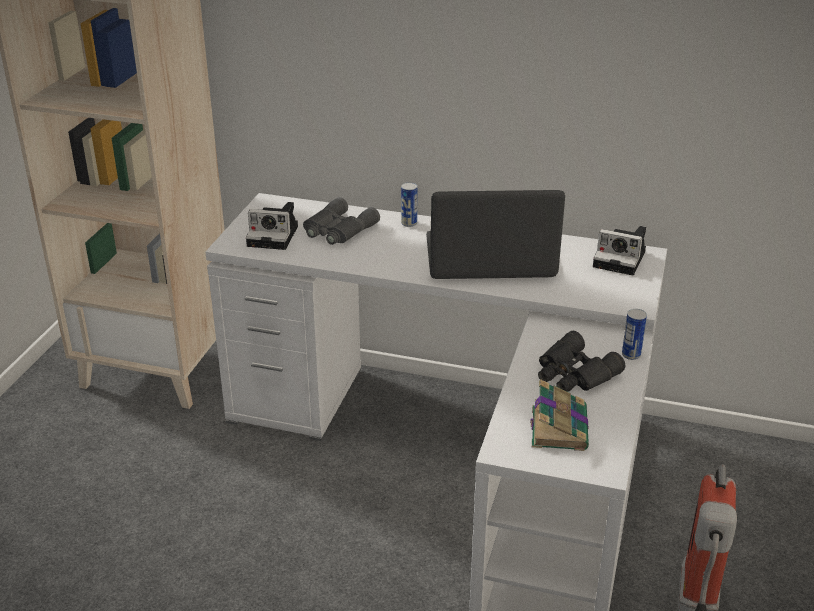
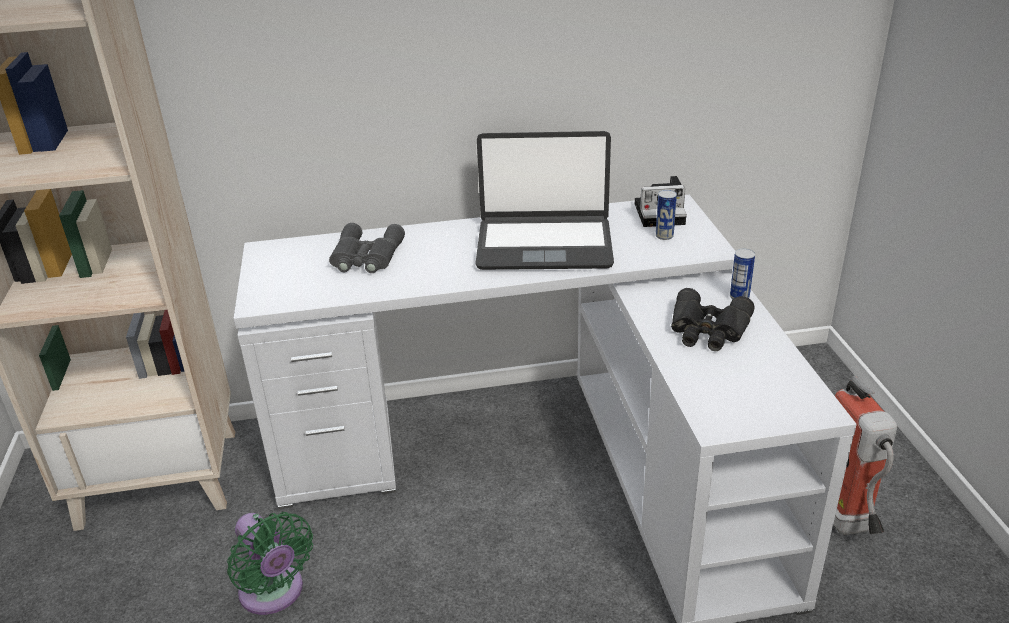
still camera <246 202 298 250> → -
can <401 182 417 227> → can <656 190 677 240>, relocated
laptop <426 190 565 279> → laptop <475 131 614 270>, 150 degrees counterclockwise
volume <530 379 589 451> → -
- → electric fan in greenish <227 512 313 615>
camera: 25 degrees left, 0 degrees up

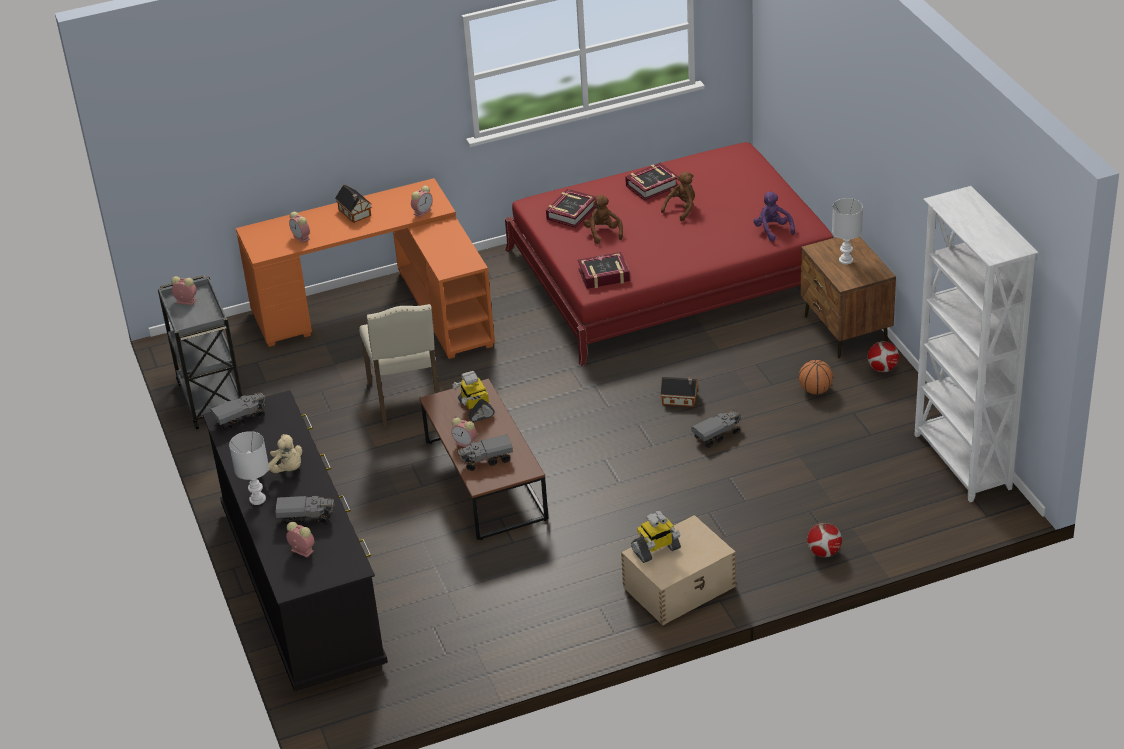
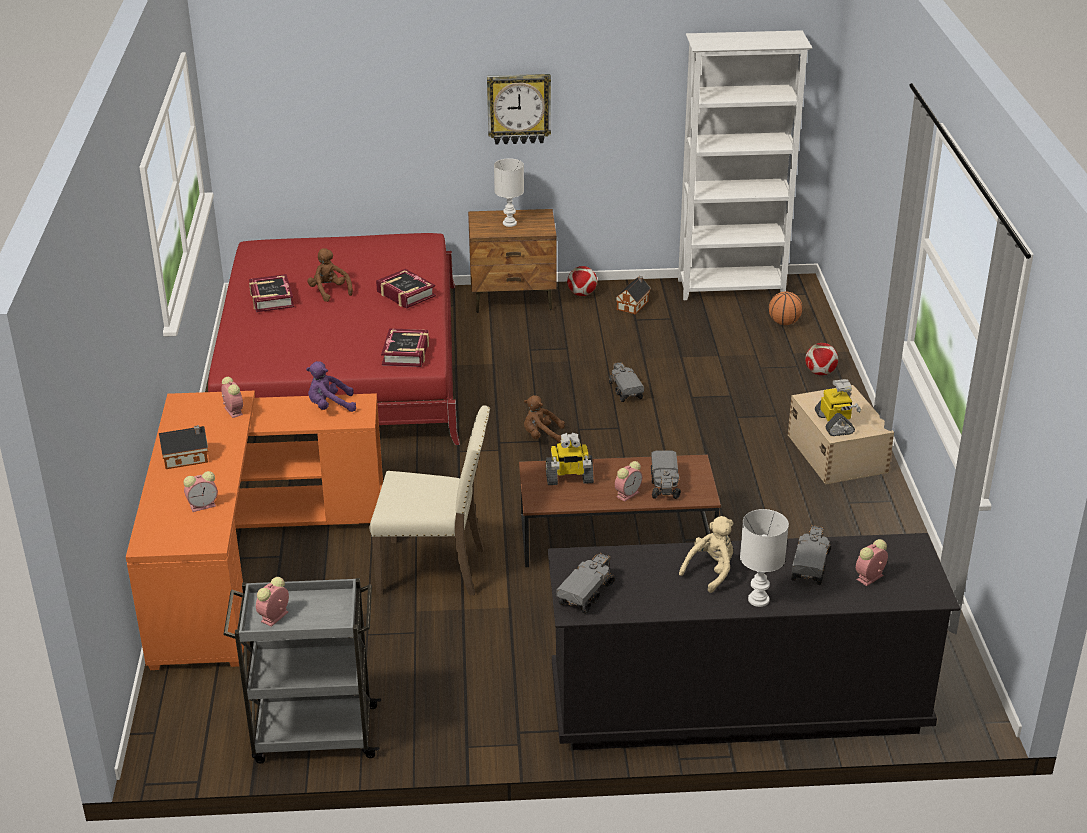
toy lorry <210 391 266 432> → toy lorry <556 552 615 614>, 45 degrees clockwise
volume <546 189 596 228> → volume <376 269 436 309>, relocated
plush toy in brown <583 195 623 244> → plush toy in brown <524 395 565 443>, relocated
toy house <661 377 698 407> → toy house <615 276 651 315>, relocated
plush toy in purple <754 192 795 242> → plush toy in purple <306 361 356 412>, relocated
basketball <799 360 833 394> → basketball <769 291 802 325>, relocated
- → clock on the wall <487 74 551 144>
camera: 75 degrees left, 5 degrees down

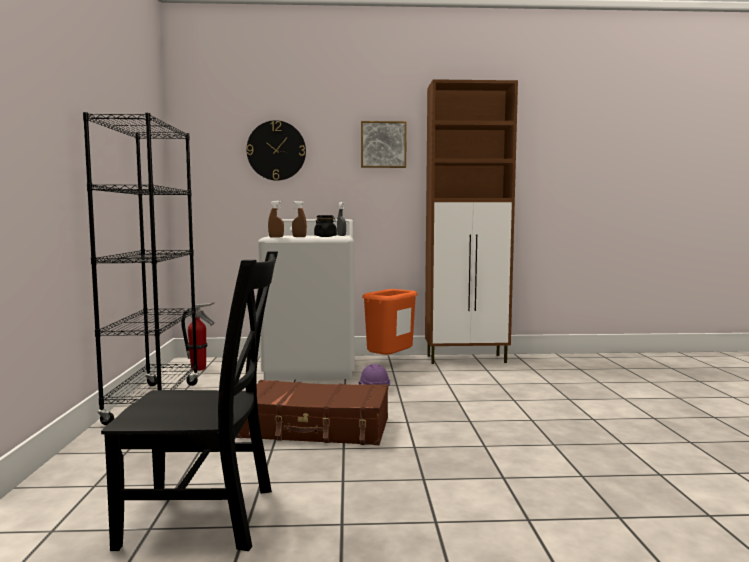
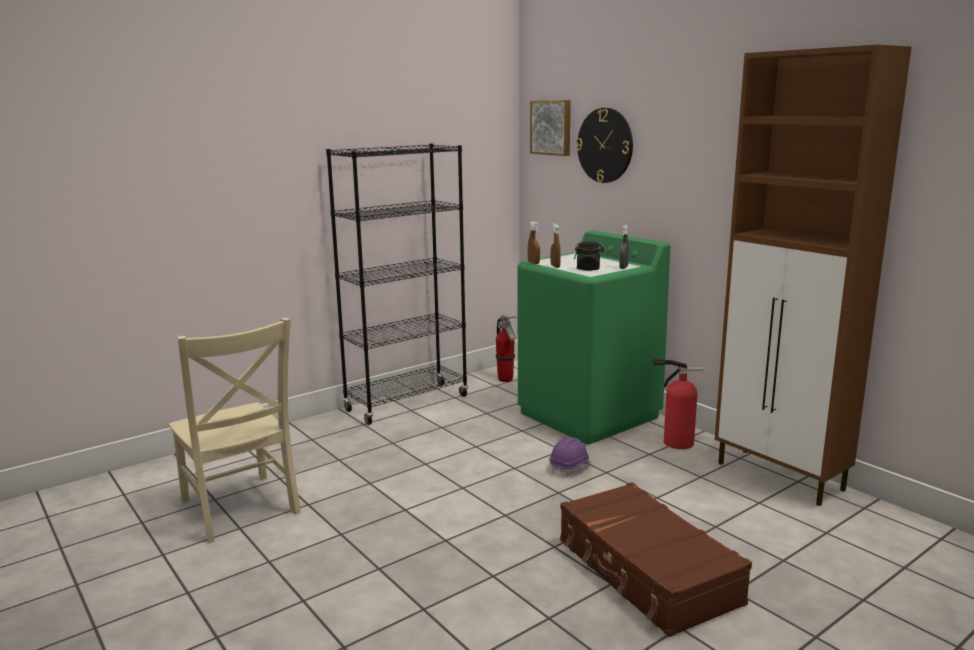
upright chair in black <101 251 278 551> → upright chair in beige-coloured <169 317 301 543>
piece of luggage in brown <236 380 388 445> → piece of luggage in brown <560 482 752 637>, relocated
washing machine in white <258 219 355 380> → washing machine in greenish <518 230 670 445>
wall art <361 121 407 168> → wall art <530 100 571 156>, relocated
waste bin in orange <362 289 418 355> → fire-fighting cylinder <652 359 703 449>
camera: 55 degrees right, 10 degrees up

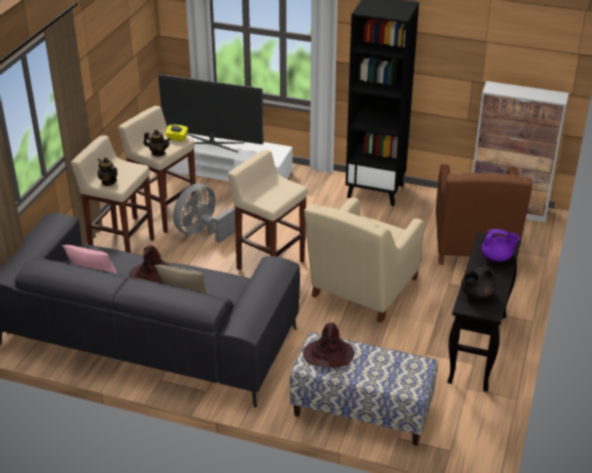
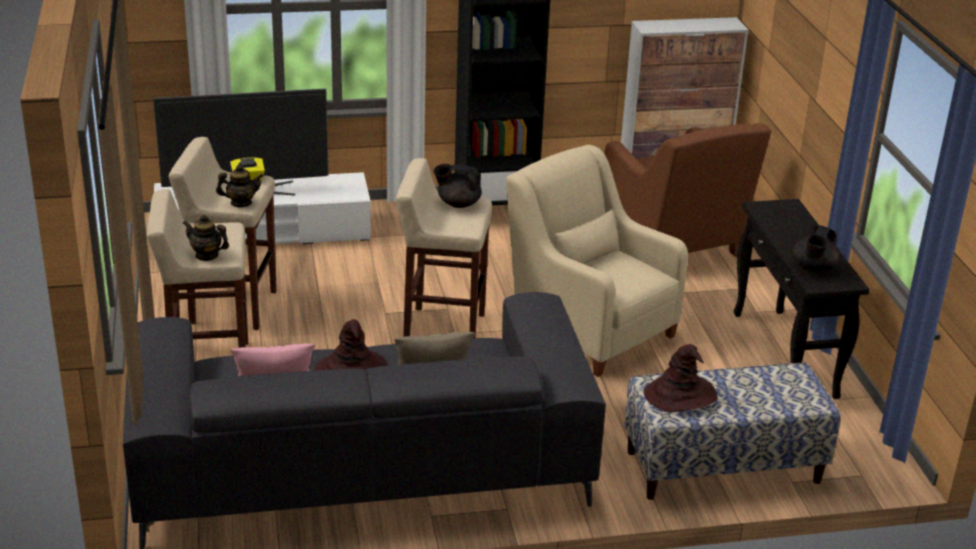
electric fan in gray <173 184 235 243> → -
armchair in beige-coloured <304 197 424 323> → armchair in beige-coloured <506 145 688 377>, 135 degrees clockwise
pot for tea in purple <481 229 520 262> → -
- → pot for tea in black <434 164 482 208>
camera: 30 degrees left, 5 degrees down

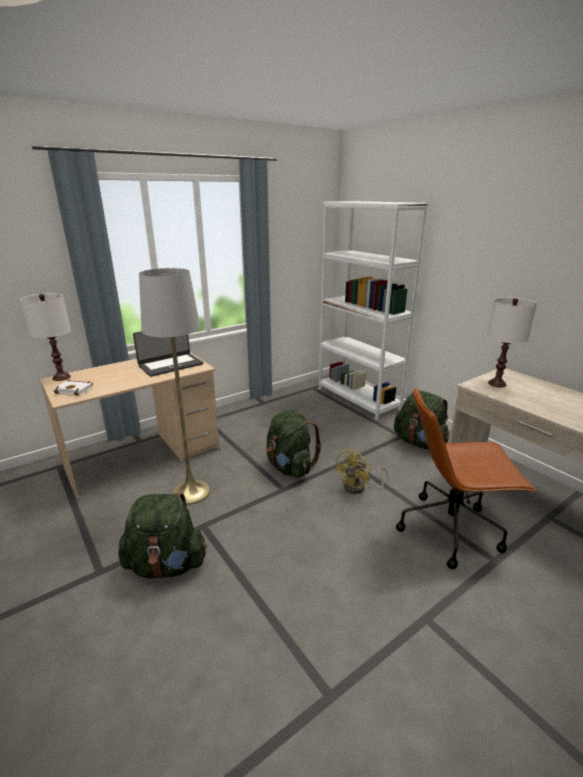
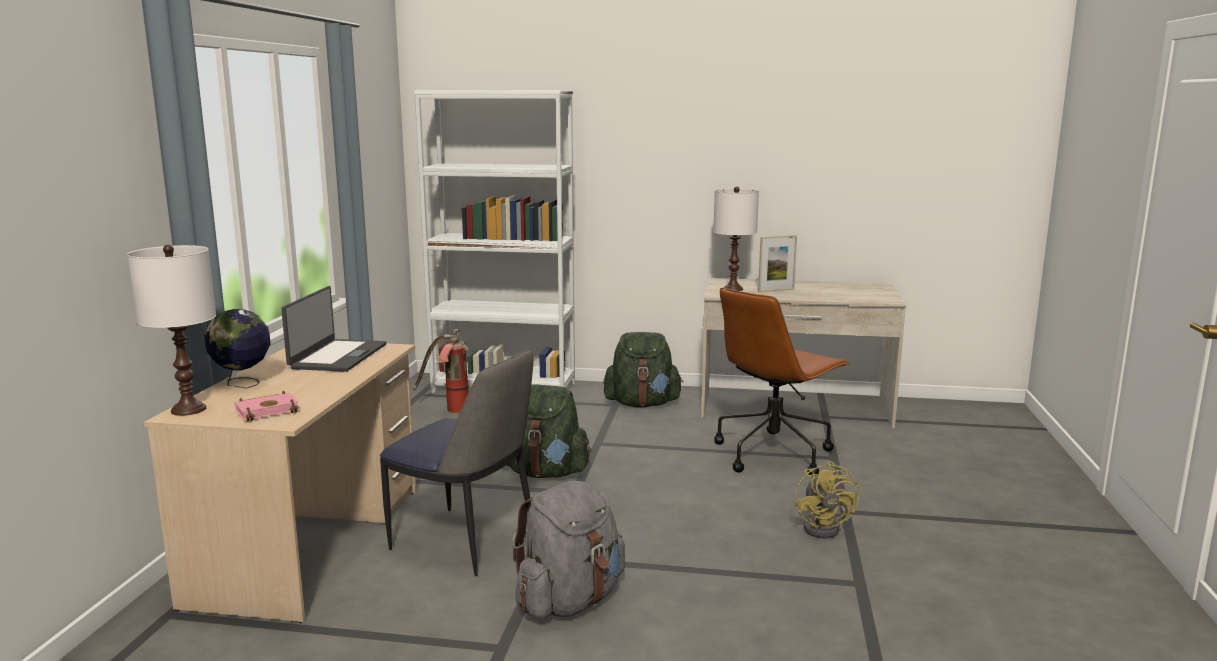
volume in white <54 380 93 396> → volume in pinkish <235 391 299 421>
rucksack in greenish <118 493 207 579> → rucksack in gray <512 481 625 619>
floor lamp in gray <139 268 210 505> → upright chair <380 348 534 576>
electric fan in yellowish <334 449 389 494> → electric fan in yellowish <795 461 859 538>, relocated
- → globe <204 309 271 389>
- → fire-fighting cylinder <413 329 469 413>
- → standing frame <758 235 797 292>
camera: 45 degrees left, 10 degrees down

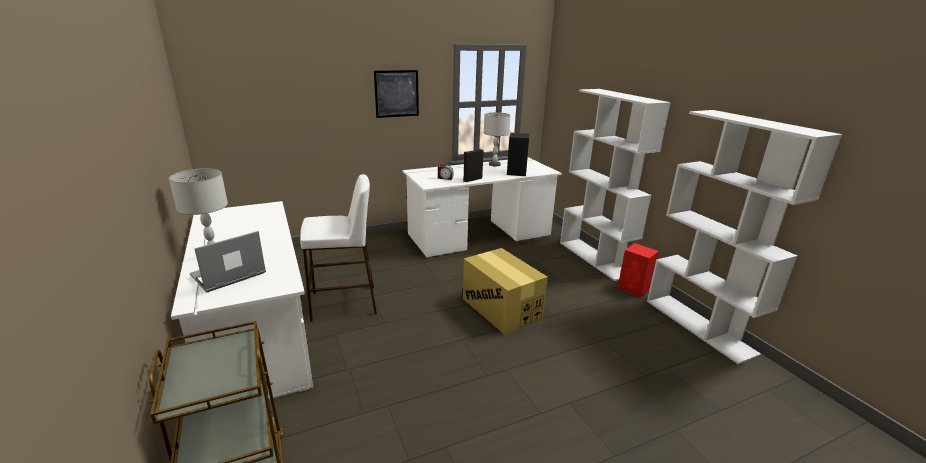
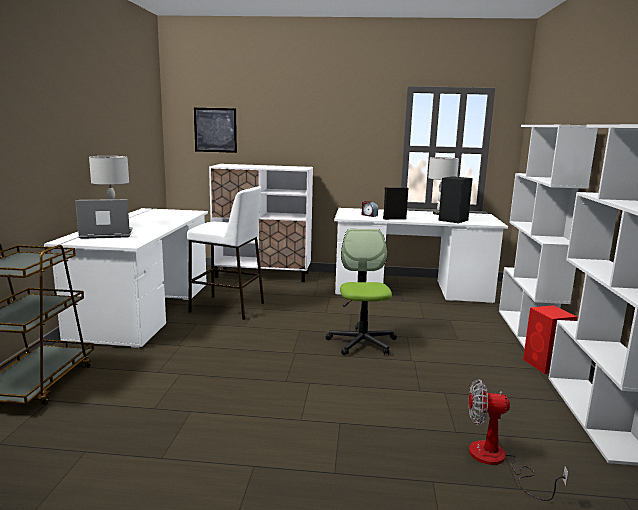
wall art <374 70 419 118> → wall art <194 108 237 153>, relocated
packing box <463 248 548 335> → computer chair <326 229 397 355>
- → storage cabinet in white <209 164 313 282>
- → electric fan <469 379 568 501>
camera: 30 degrees right, 10 degrees down

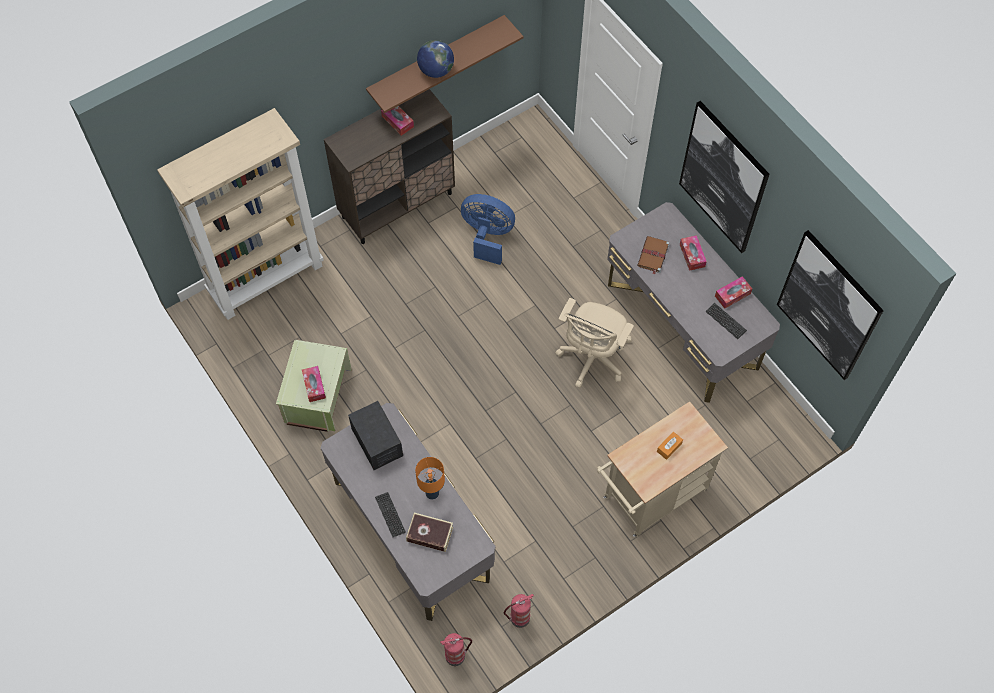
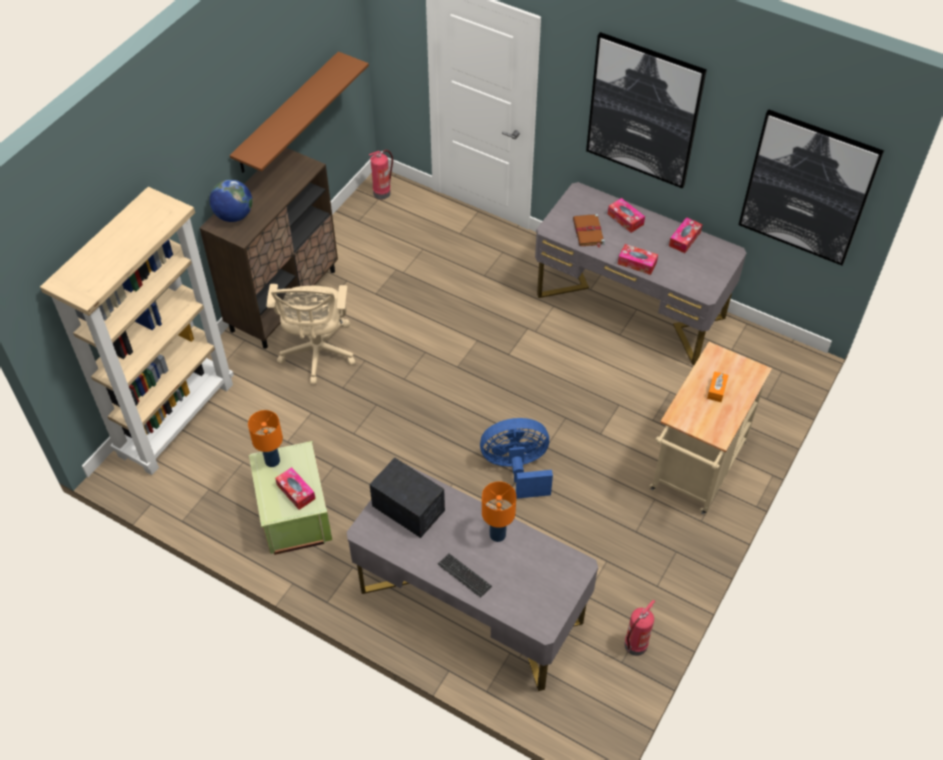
box of tissues <381 106 414 136> → box of tissues <618 244 658 275>, relocated
volume <406 513 453 552> → -
globe <417 40 454 78> → globe <210 180 252 222>, relocated
fire-fighting cylinder <440 633 472 666> → fire-fighting cylinder <369 150 393 199>, relocated
electric fan in bluish <461 194 515 265> → electric fan in bluish <480 418 553 499>, relocated
computer chair in beige-coloured <556 298 634 388> → computer chair in beige-coloured <267 284 356 384>, relocated
PC keyboard <705 303 747 339> → -
- → table lamp in orange <248 410 283 467>
camera: 25 degrees left, 10 degrees down

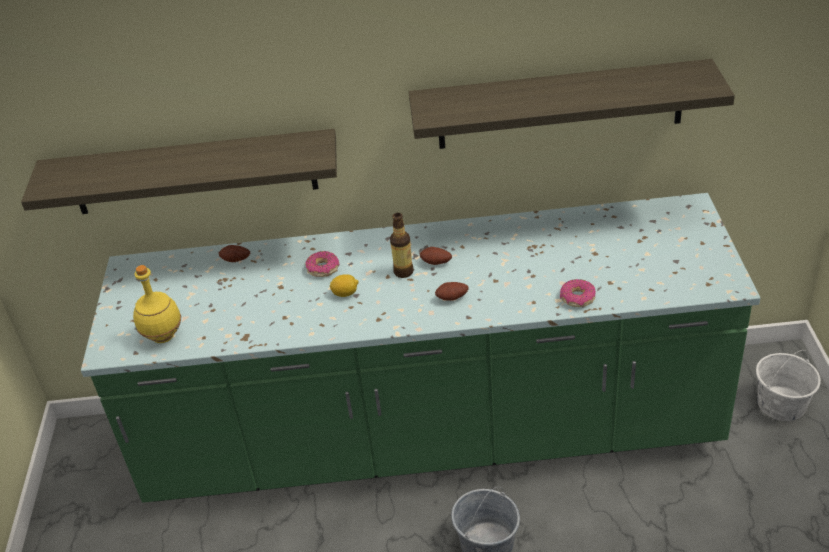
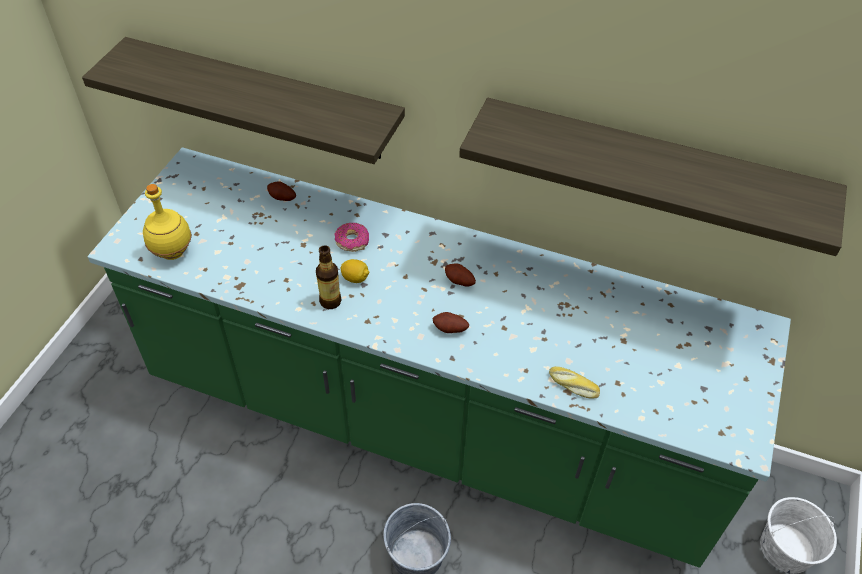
beverage bottle <390 213 414 278> → beverage bottle <316 245 341 309>, relocated
doughnut <560 279 596 307> → bakery bread <549 366 600 398>
camera: 20 degrees right, 10 degrees up

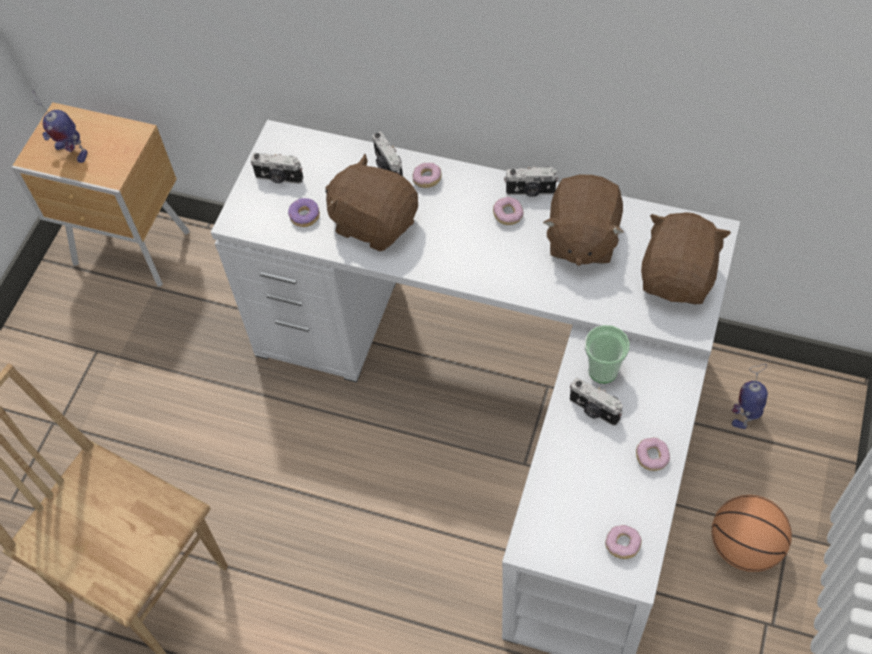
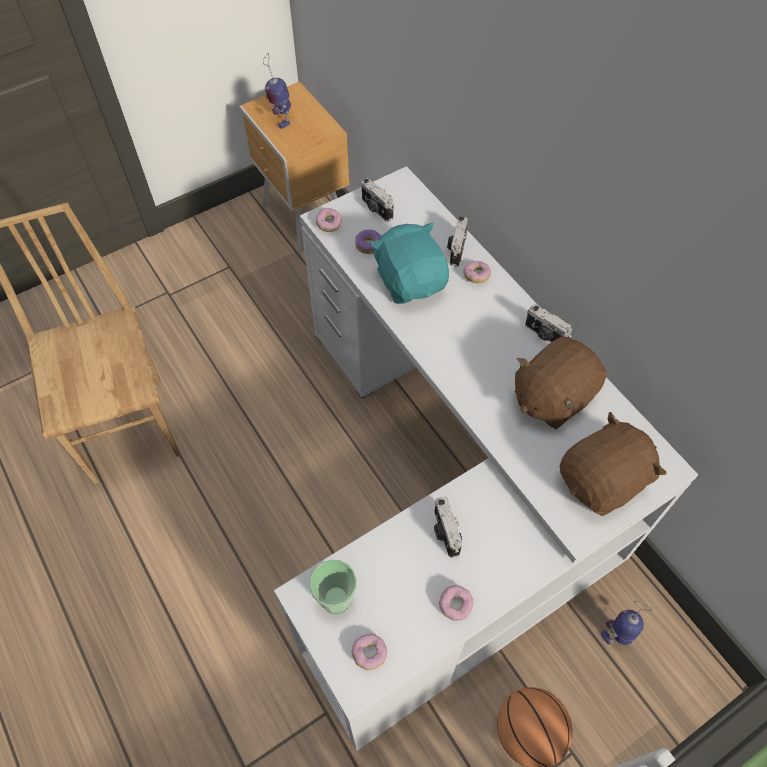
plush toy in brown <325 154 418 251> → plush toy in turquoise-coloured <370 222 449 304>
doughnut <493 197 524 225> → doughnut <316 208 342 232>, relocated
cup <585 325 630 383> → cup <310 560 357 614>, relocated
camera: 35 degrees right, 0 degrees up

